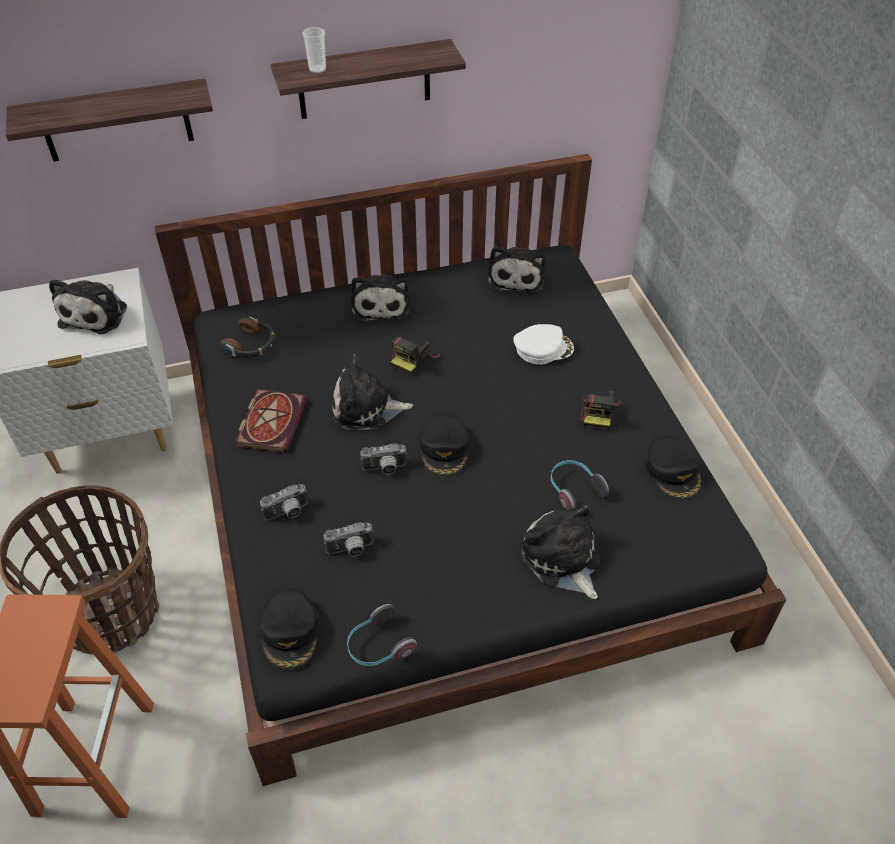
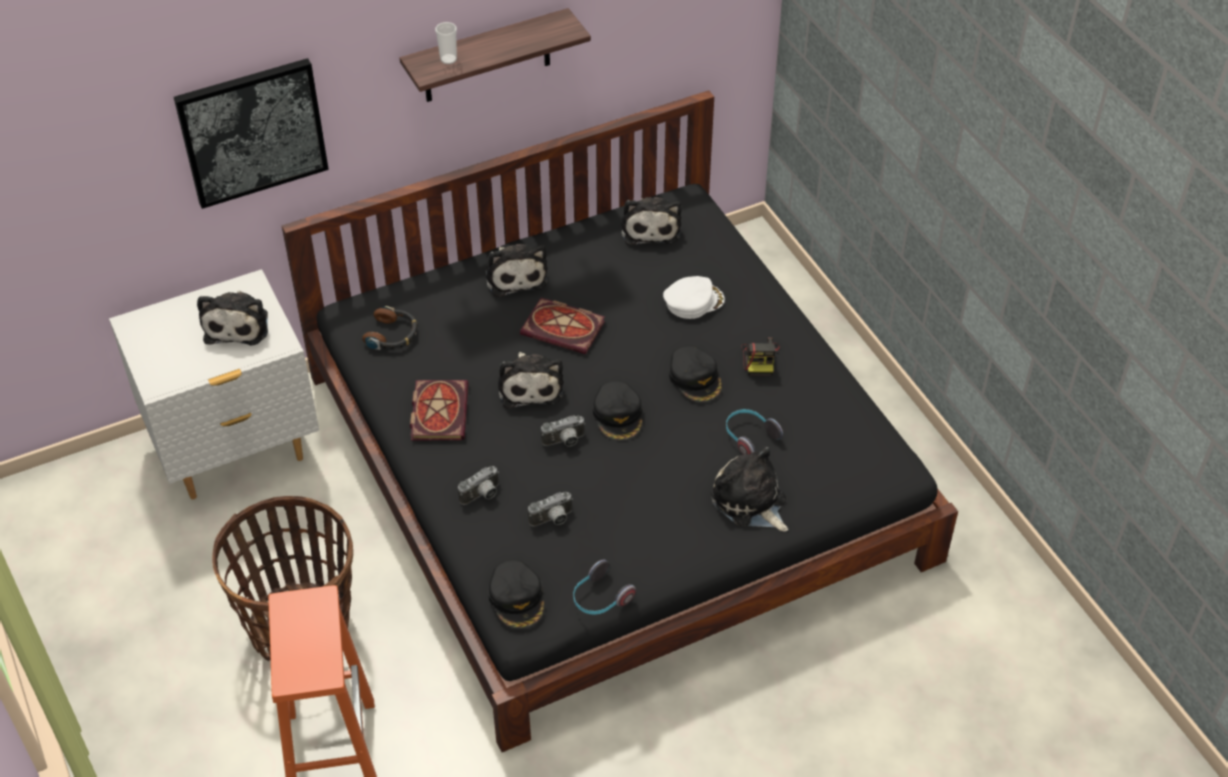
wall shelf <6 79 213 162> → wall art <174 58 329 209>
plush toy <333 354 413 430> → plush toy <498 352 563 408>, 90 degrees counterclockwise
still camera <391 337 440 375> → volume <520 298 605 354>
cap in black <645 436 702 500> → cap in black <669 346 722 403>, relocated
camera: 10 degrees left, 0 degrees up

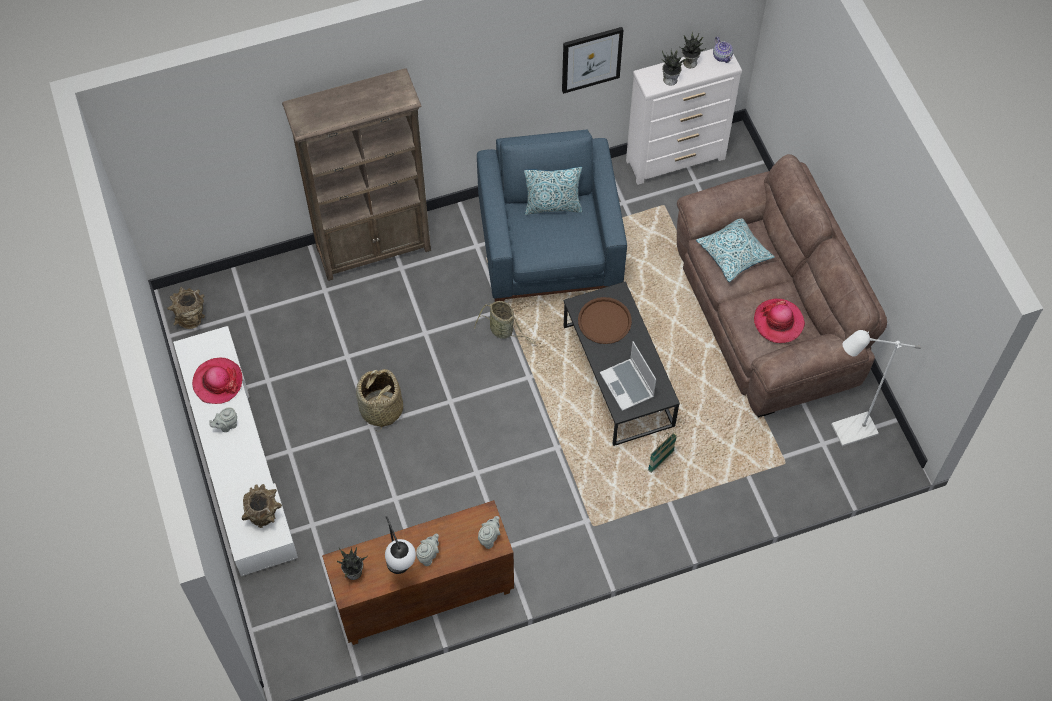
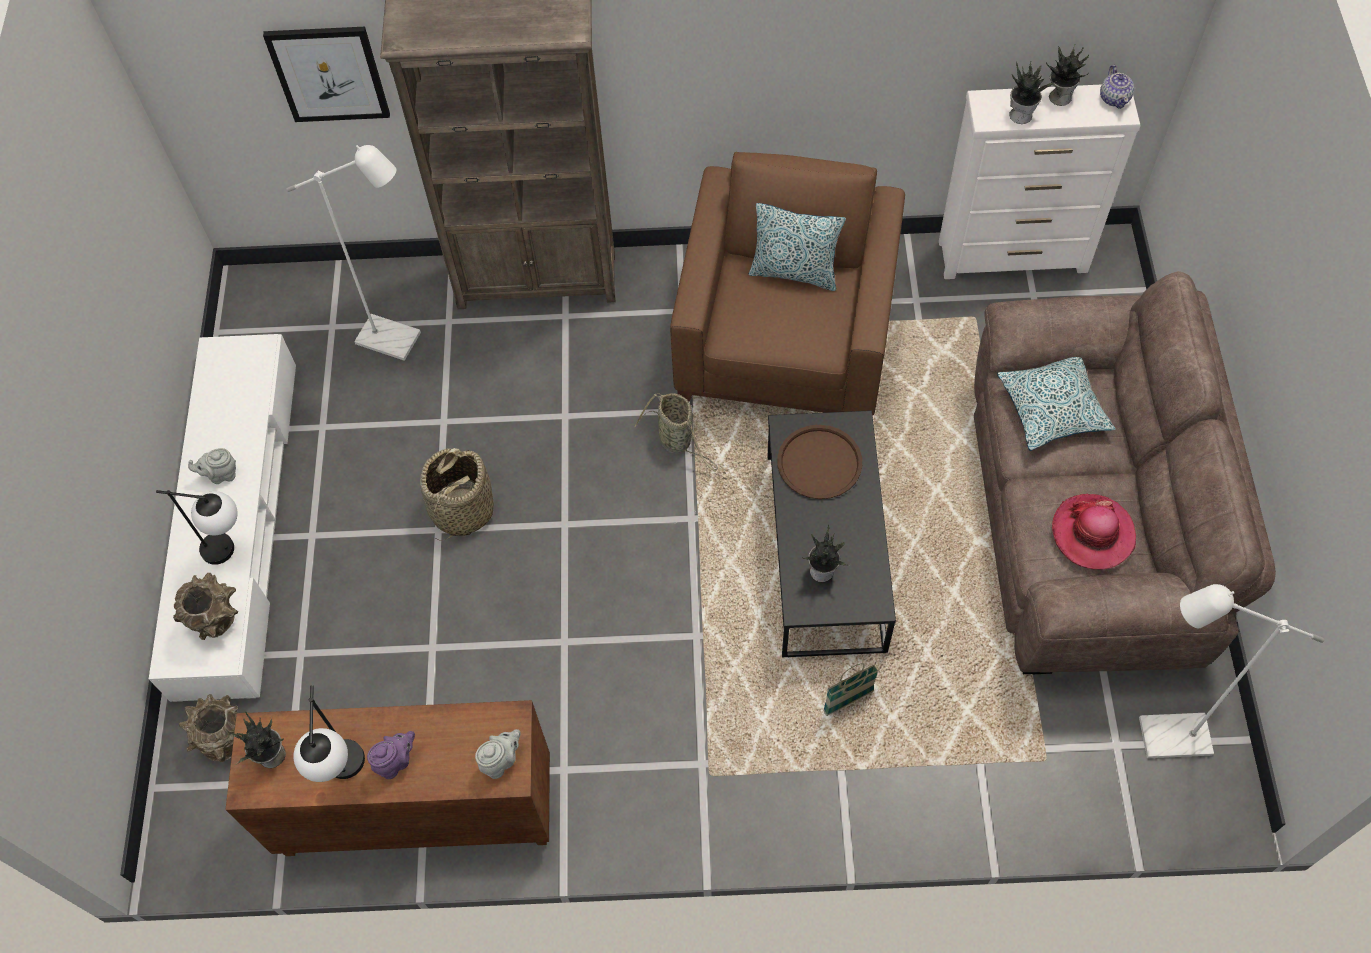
decorative vase in brown <167 287 205 329> → decorative vase in brown <179 694 245 762>, relocated
clothing hat <192 357 243 404> → -
pot for tea in gray <416 534 439 566> → pot for tea in purple <367 731 415 779>
armchair in bluish <477 129 627 302> → armchair in brown <670 152 905 416>
wall art <562 27 623 94> → wall art <263 27 390 122>, relocated
laptop <600 341 656 411> → plant in a pot <802 524 849 582>
- → table lamp <156 490 238 565>
- → floor lamp in white <286 145 421 361>
camera: 20 degrees right, 0 degrees up

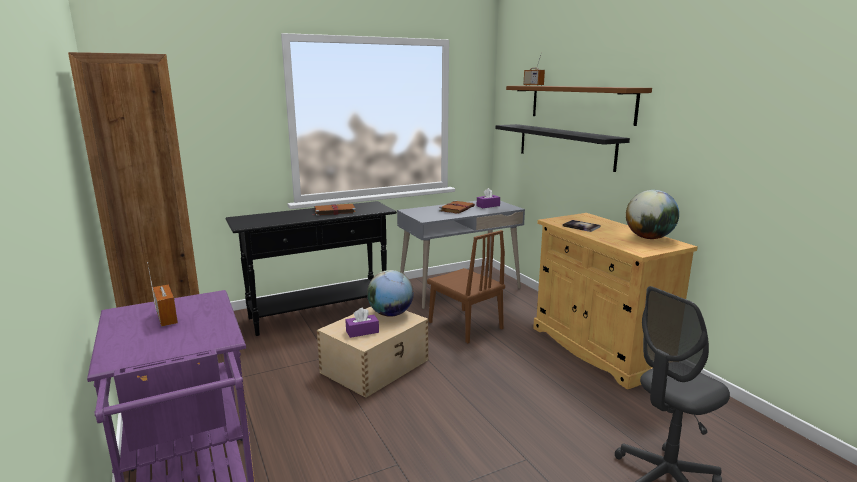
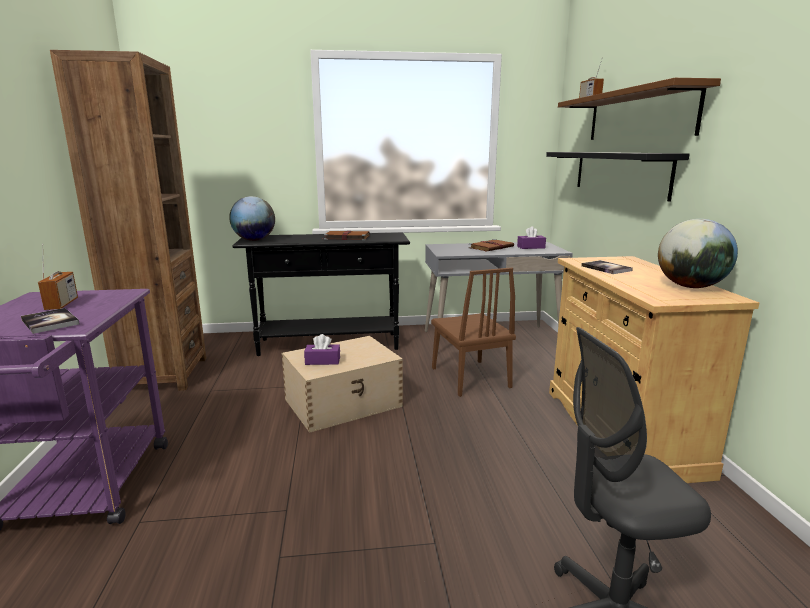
globe <367 270 414 317> → globe <229 196 275 241>, relocated
- → volume <21 308 80 334>
camera: 20 degrees right, 0 degrees up

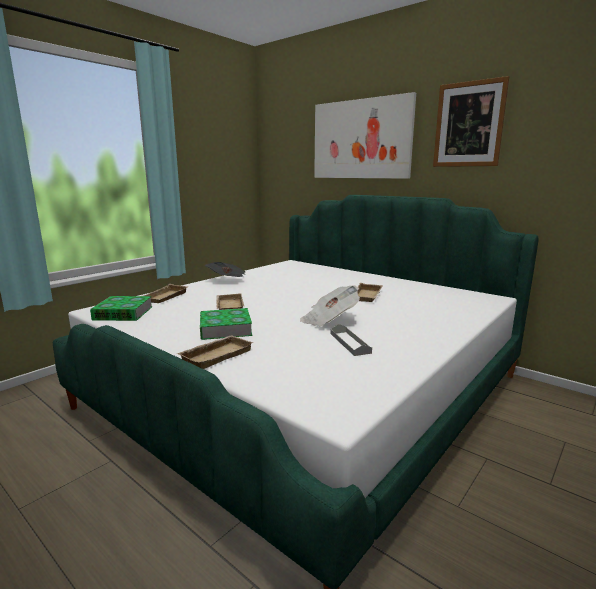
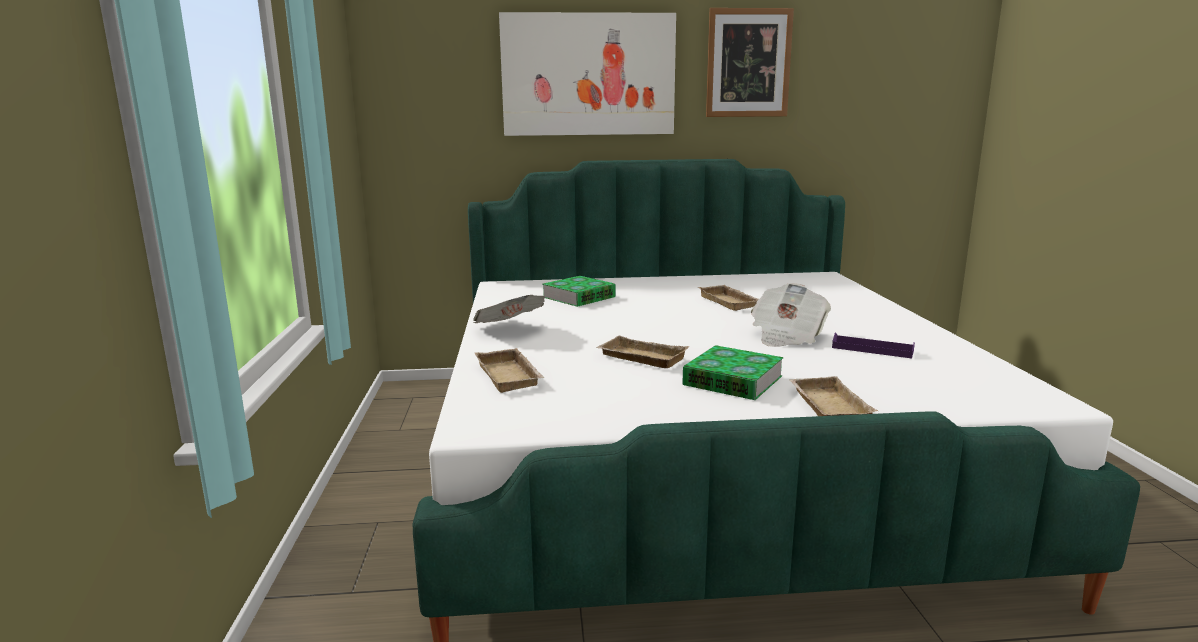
volume <90 296 152 321> → volume <543 276 616 307>, relocated
serving tray in gray <331 324 372 356> → serving tray in purple <832 332 915 358>
camera: 45 degrees left, 0 degrees up

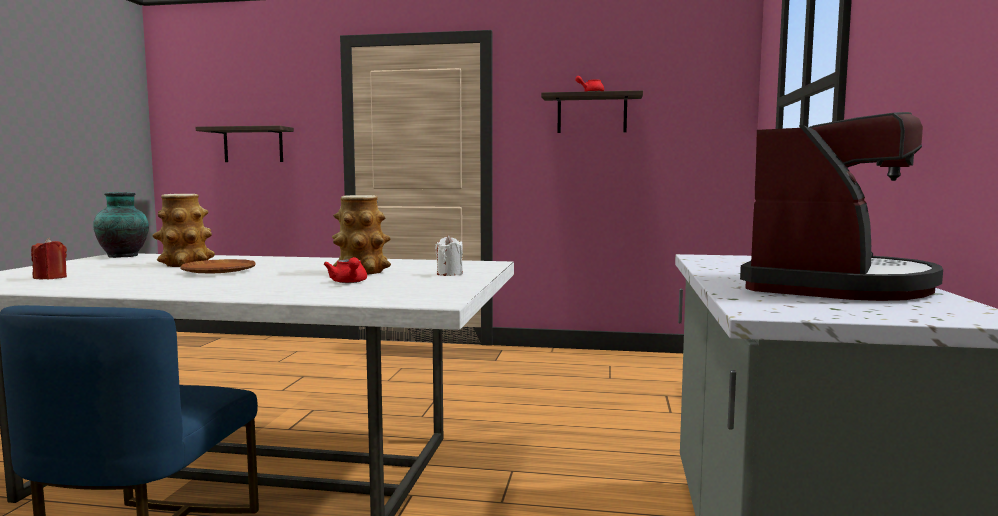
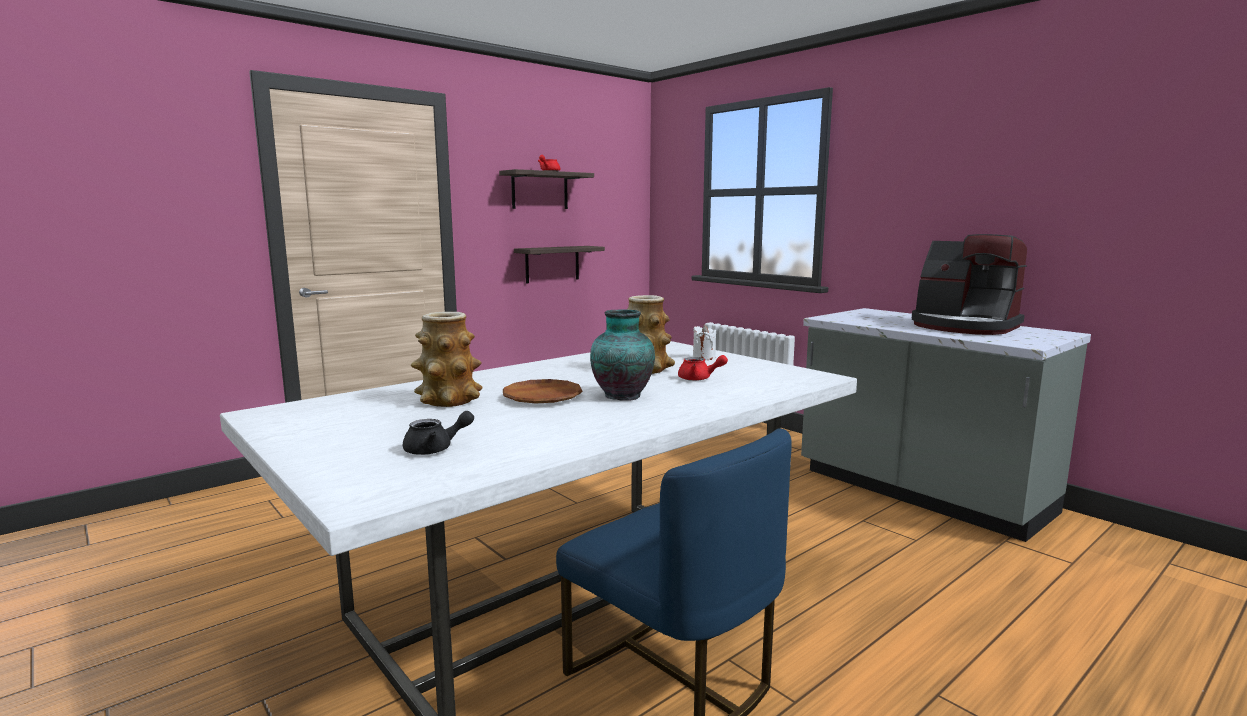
wax candle in reddish <31 238 67 279> → pot for tea in black <403 411 474 455>
decorative vase <93 192 149 258> → decorative vase <590 309 655 401>, relocated
wall shelf <196 126 294 162> → wall shelf <514 246 605 283>, relocated
coffee machine <740 112 943 301> → coffee machine <912 234 1027 335>, 150 degrees clockwise
camera: 50 degrees left, 5 degrees up

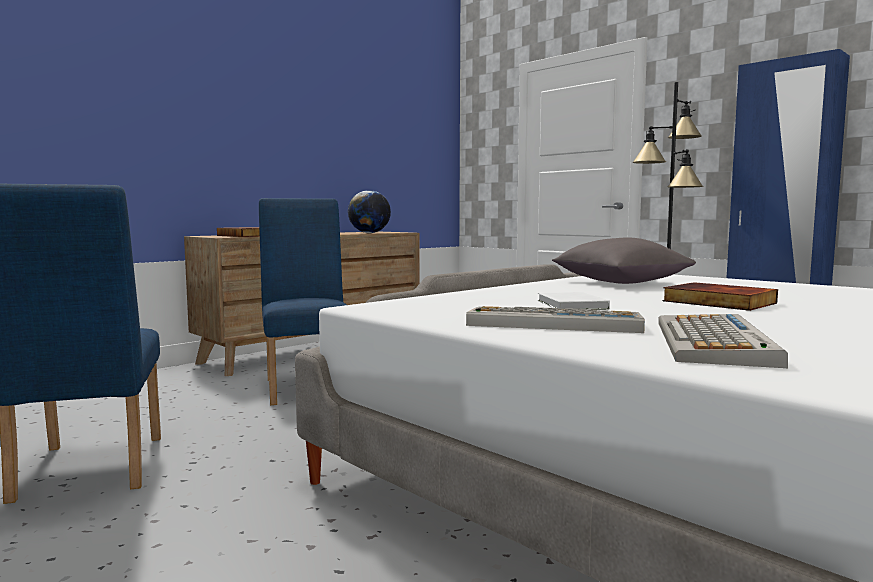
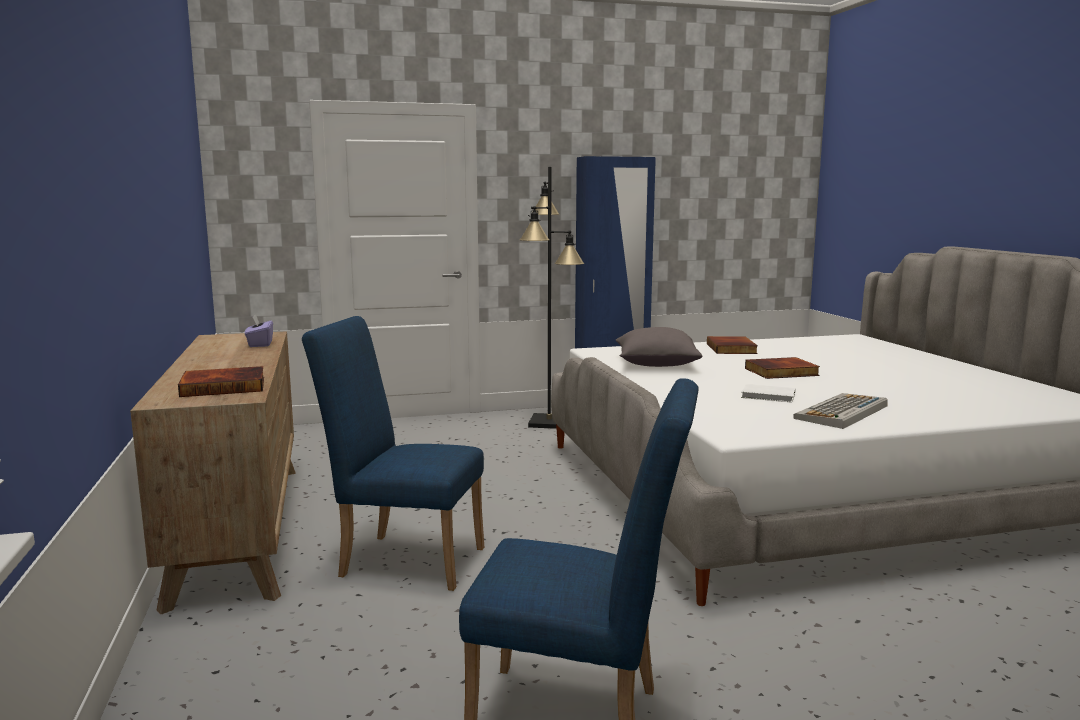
globe <348 190 391 233> → box of tissues in purple <245 314 273 347>
PC keyboard <658 314 788 368> → -
- → volume <707 336 758 354>
camera: 60 degrees left, 5 degrees up

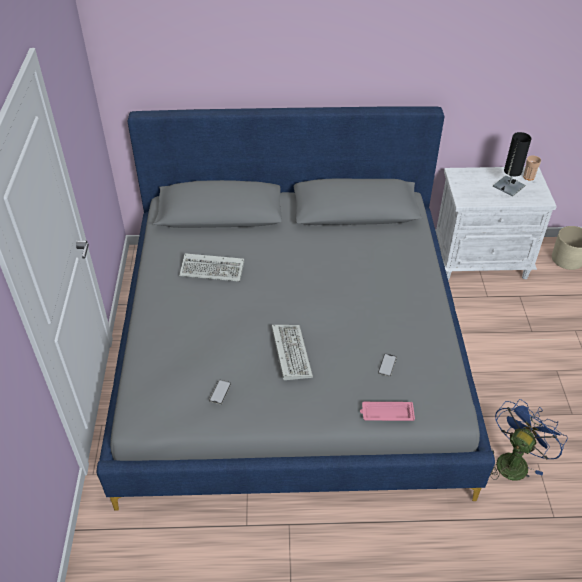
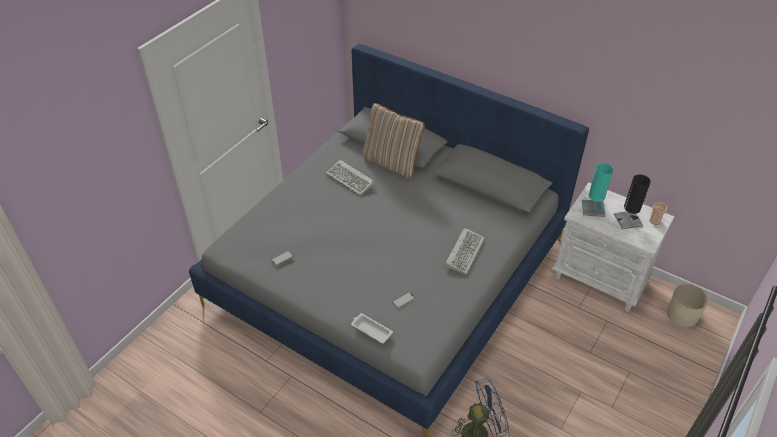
PC keyboard <271 325 313 380> → PC keyboard <445 228 485 275>, relocated
serving tray in pinkish <360 402 415 421> → serving tray in white <351 313 393 344>
- → throw pillow in beige-coloured <362 103 425 179>
- → table lamp in turquoise-coloured <582 163 613 217>
camera: 35 degrees right, 0 degrees up

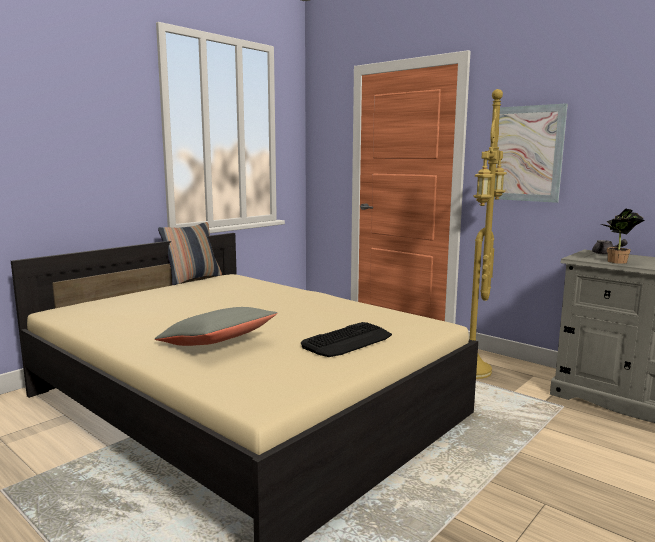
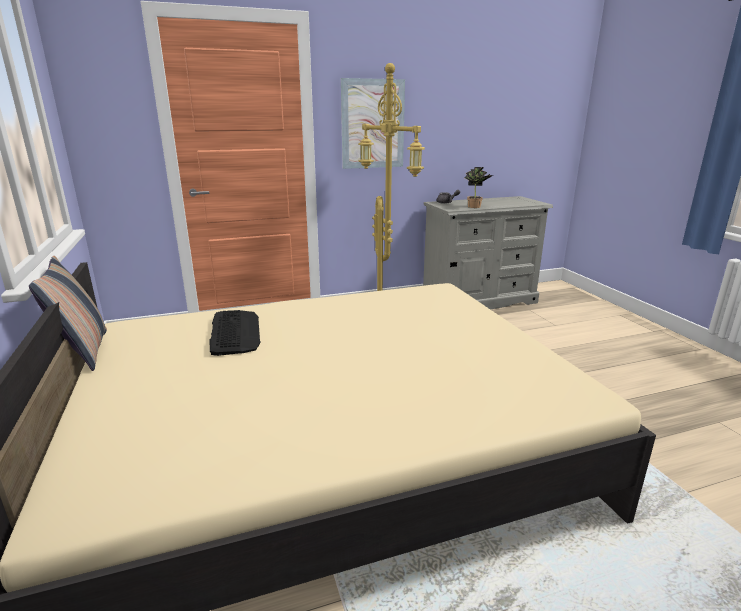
throw pillow in gray <155 307 278 346> → -
PC keyboard <301 322 392 357> → PC keyboard <210 310 261 356>, relocated
camera: 60 degrees left, 10 degrees up

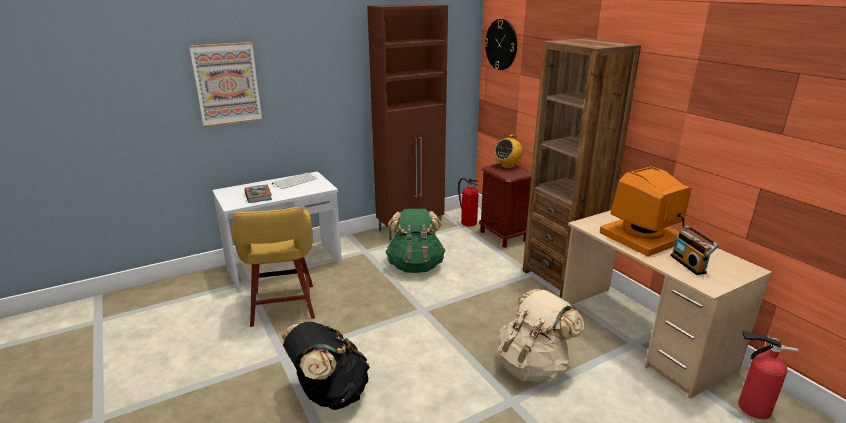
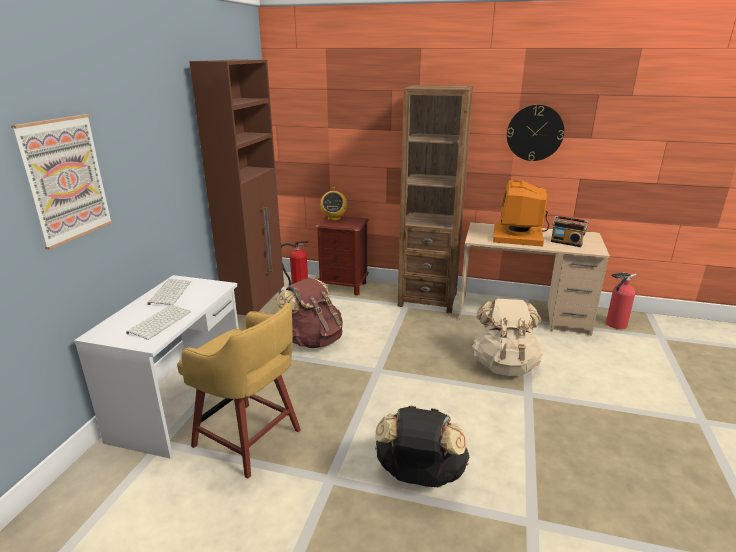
volume <244 185 272 203> → PC keyboard <126 305 191 340>
rucksack in greenish <386 209 445 273> → rucksack in brown <277 278 343 348>
clock on the wall <484 19 517 70> → clock on the wall <507 105 564 161>, relocated
camera: 45 degrees left, 0 degrees up

